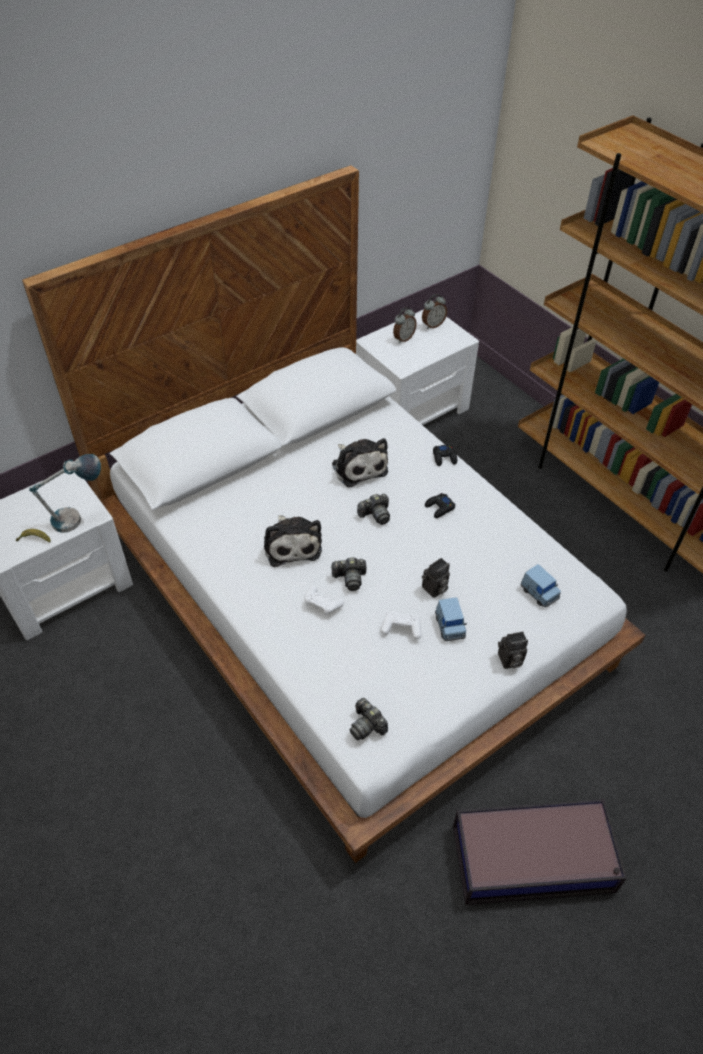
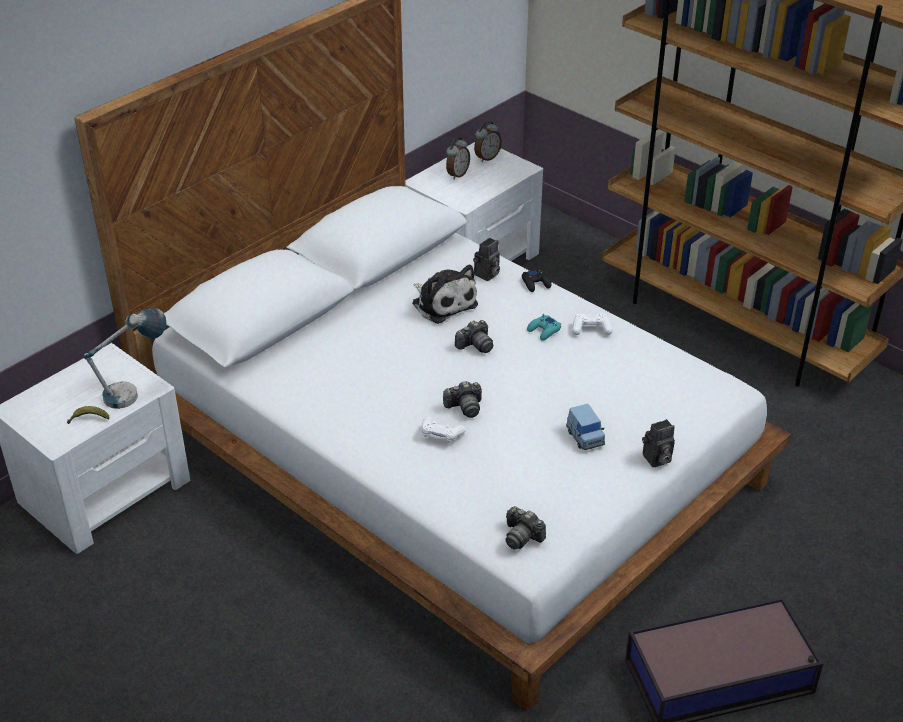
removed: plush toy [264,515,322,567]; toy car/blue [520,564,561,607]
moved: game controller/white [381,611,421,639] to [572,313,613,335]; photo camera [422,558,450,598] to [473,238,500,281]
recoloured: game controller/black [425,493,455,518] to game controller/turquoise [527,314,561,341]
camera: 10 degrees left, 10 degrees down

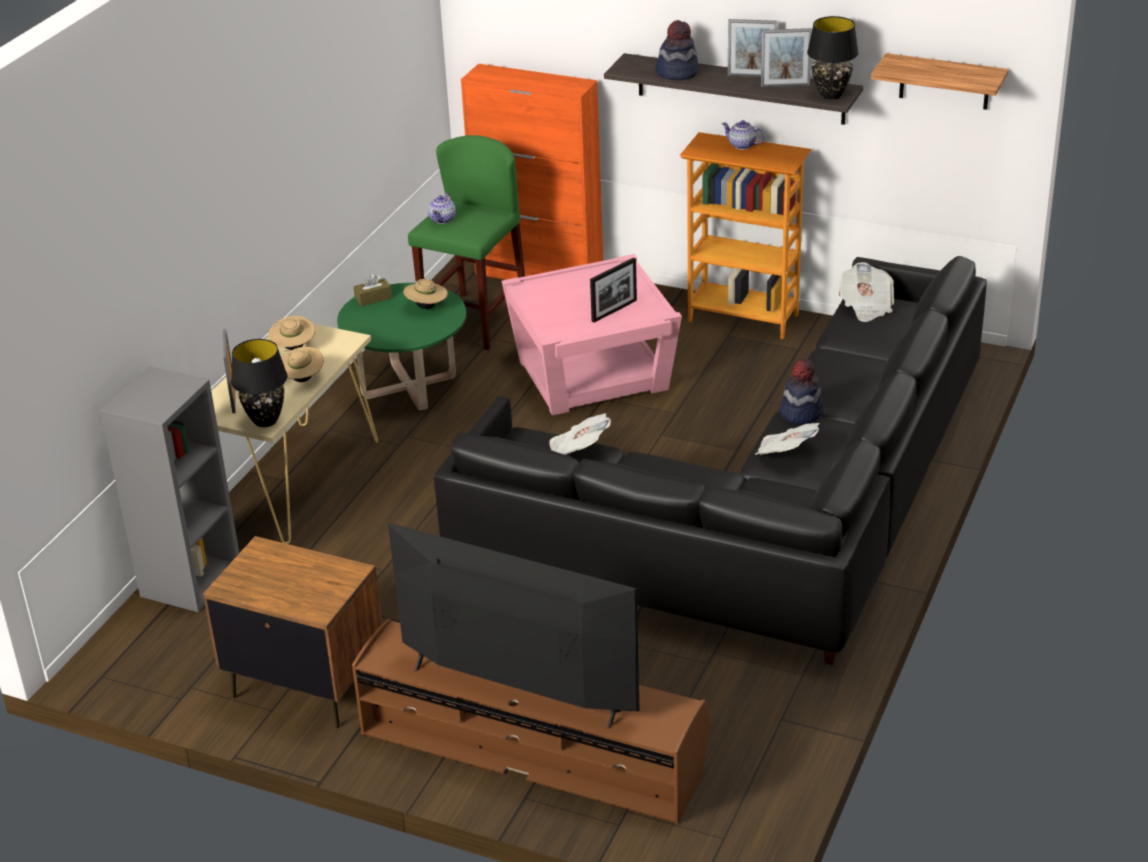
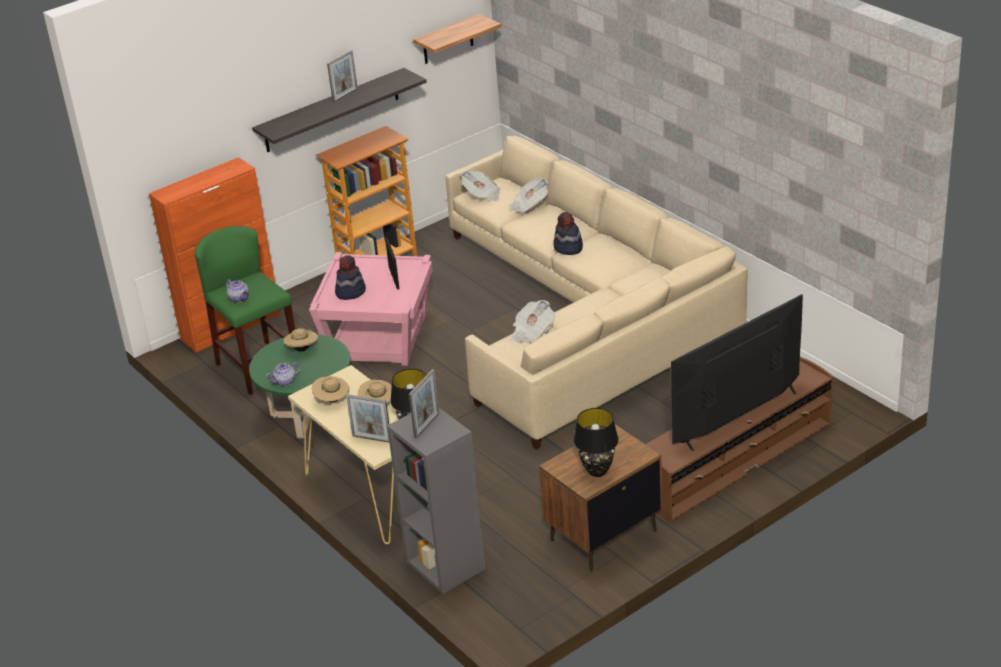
removed: tissue box/brown [354,274,392,306]
moved: hat [655,20,699,80] to [335,255,366,300]; teapot [721,120,764,150] to [266,362,301,386]; newspaper [755,423,820,455] to [508,179,548,214]; picture frame [761,28,812,87] to [409,369,439,439]; table lamp/black [807,16,859,100] to [574,408,619,477]
recoloured: sofa/black [434,256,987,665] to sofa/beige [445,136,748,450]
camera: 60 degrees left, 0 degrees up

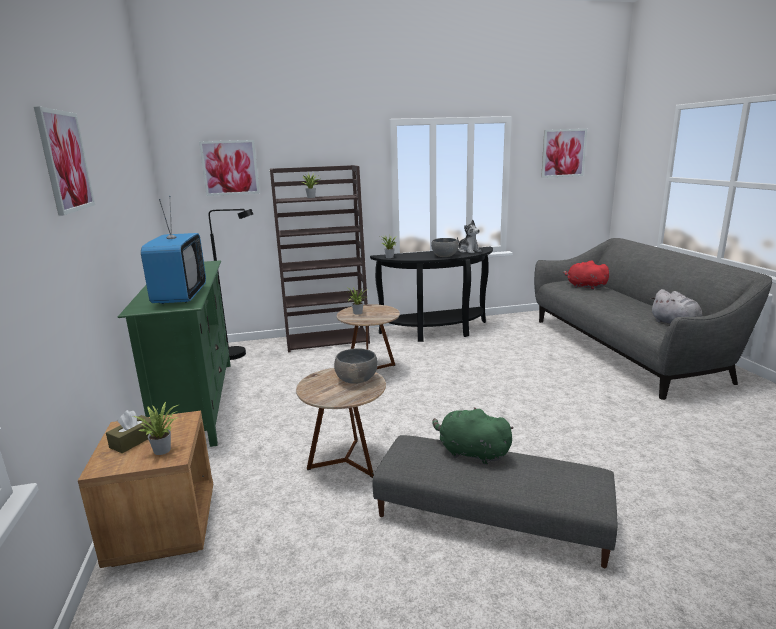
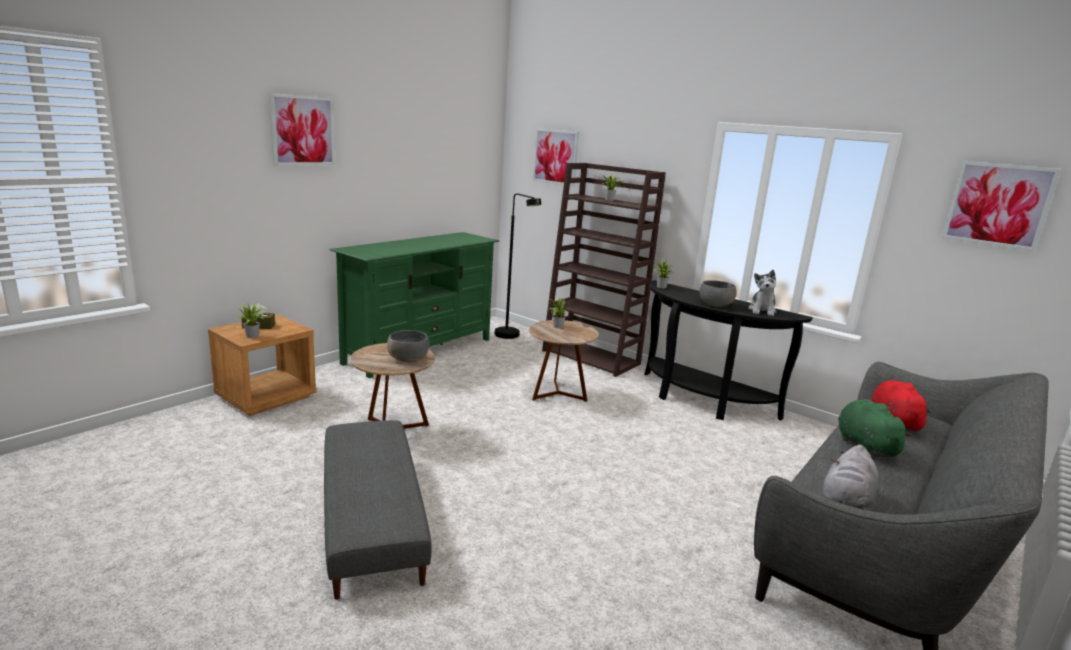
removed: television [141,196,206,304]
moved: plush toy/green [432,407,514,465] to [838,400,913,457]
camera: 50 degrees right, 0 degrees up

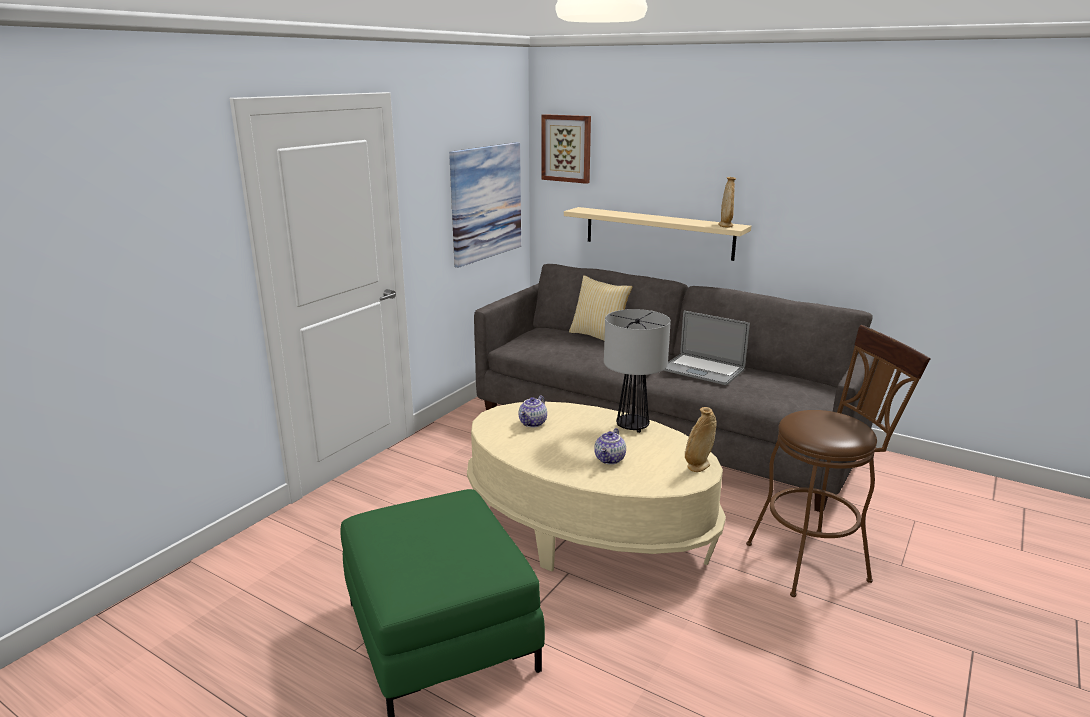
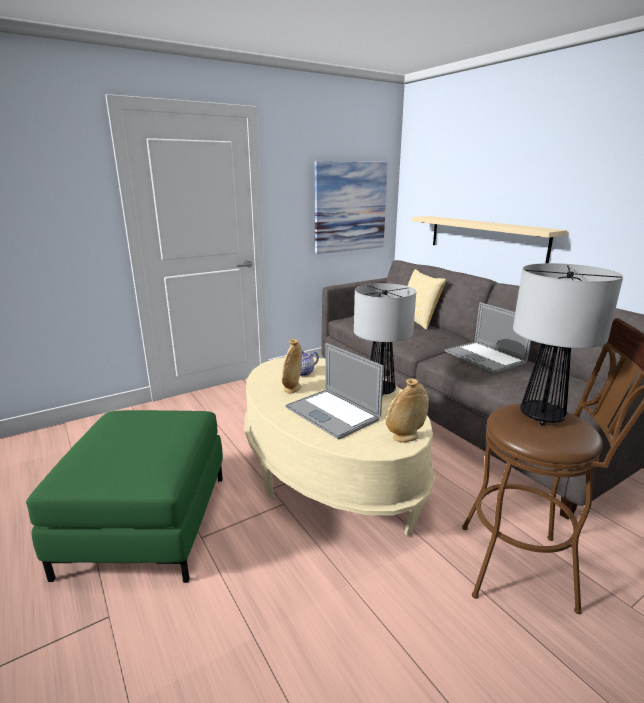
removed: picture [541,114,591,184]
added: table lamp [513,263,623,426]
moved: vase/beige [718,177,736,228] to [282,339,302,393]
replaced: teapot [594,428,626,465] to laptop [285,343,384,440]
camera: 25 degrees right, 0 degrees up

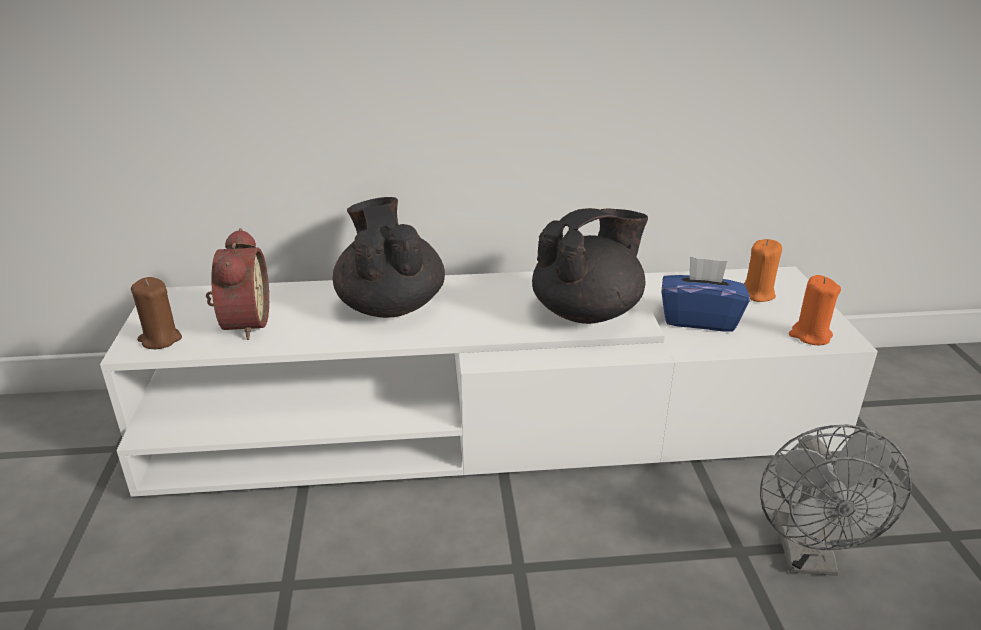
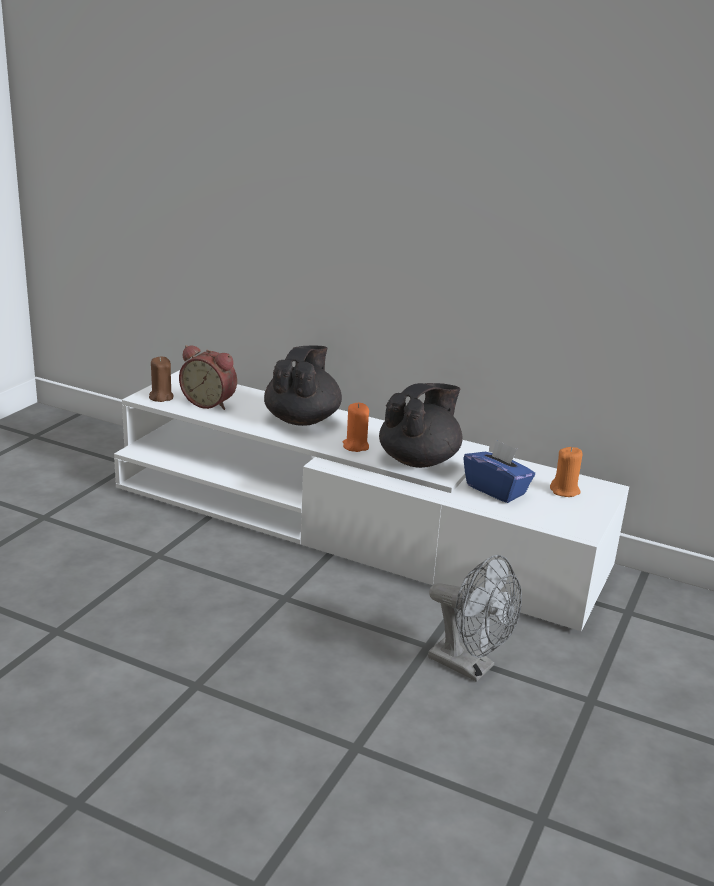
moved: candle/orange [789,275,841,345] to [343,403,369,452]
turned: alarm clock [206,228,269,340] = [179,345,237,410] 90 degrees clockwise; teapot/black [532,208,648,324] = [379,383,462,468] 45 degrees counterclockwise; fan/grey [760,424,912,576] = [428,555,522,682] 90 degrees counterclockwise
camera: 30 degrees right, 5 degrees down

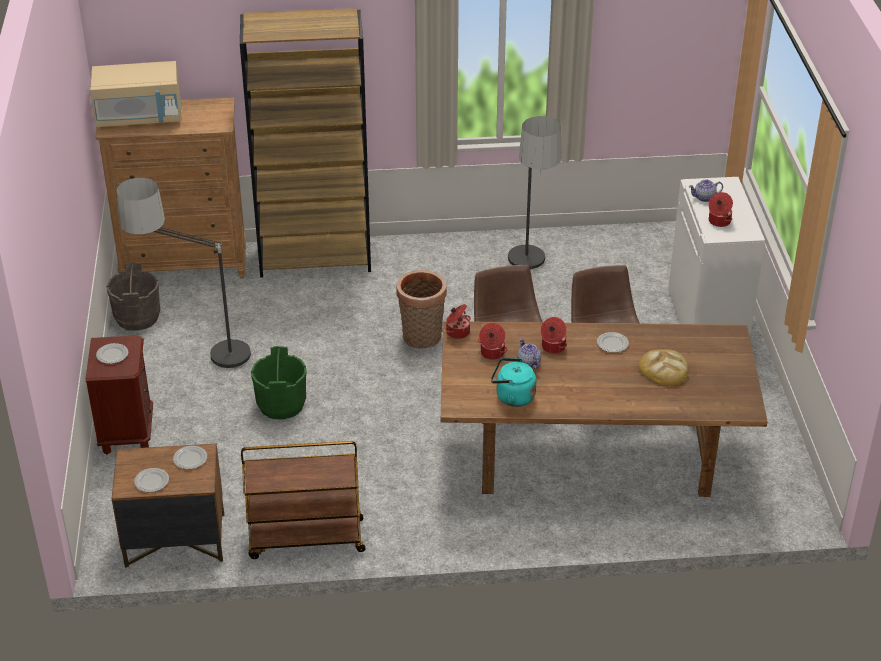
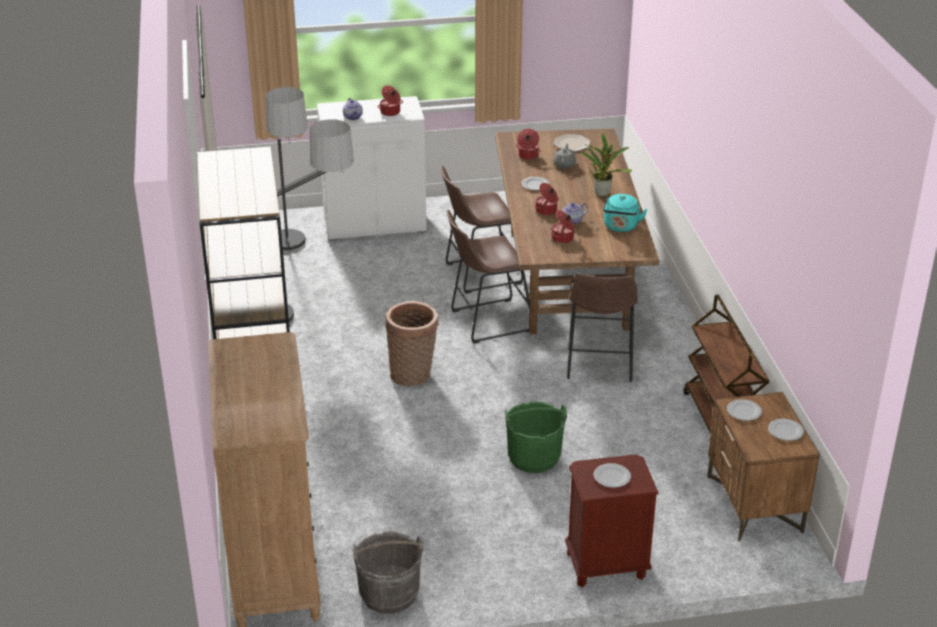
removed: microwave/beige [90,61,181,127]
added: plate [554,134,590,151]; stool/brown [567,273,638,382]; potted plant [581,134,632,197]
moved: floor lamp [116,178,254,375] to [266,87,313,252]; cooking pot [445,304,471,339] to [516,129,541,160]
replaced: bread [639,349,688,386] to teapot/grey [553,143,576,168]
camera: 95 degrees left, 5 degrees down

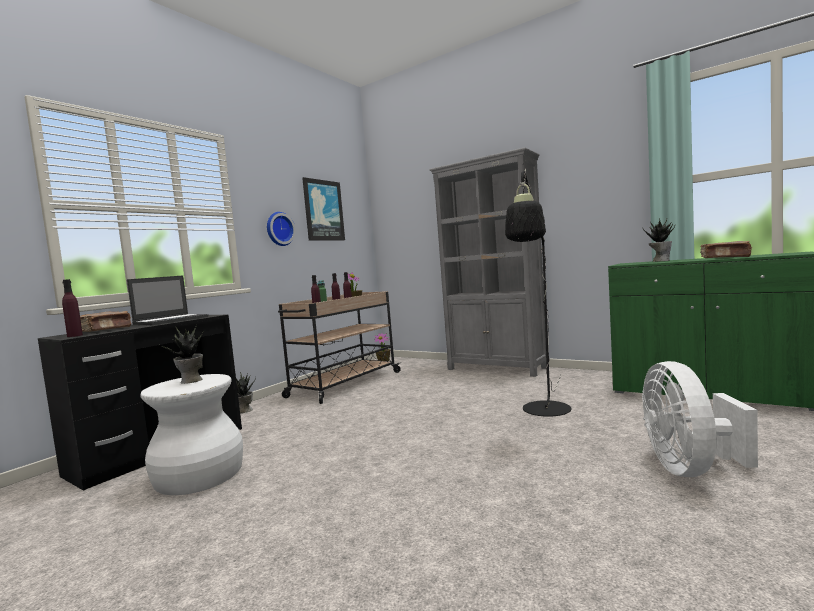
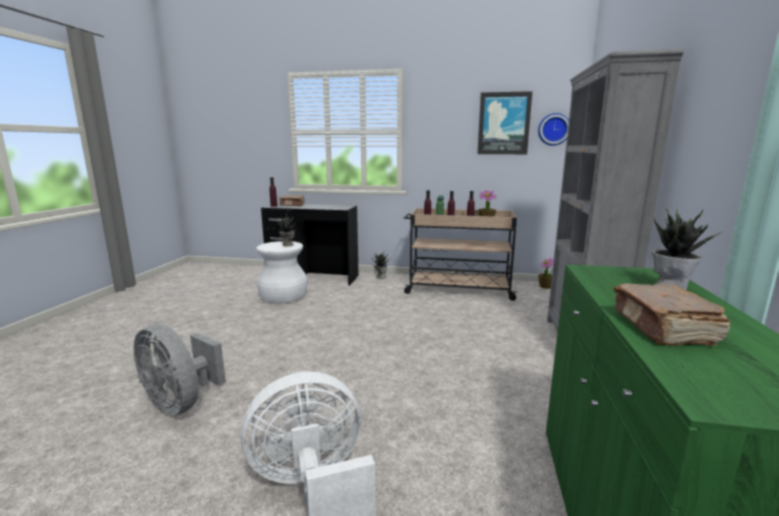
removed: laptop [127,276,208,325]; floor lamp/black [505,169,571,417]
added: fan/grey [134,325,226,416]
moved: wall clock [267,212,295,246] to [538,113,569,146]
camera: 65 degrees right, 10 degrees up

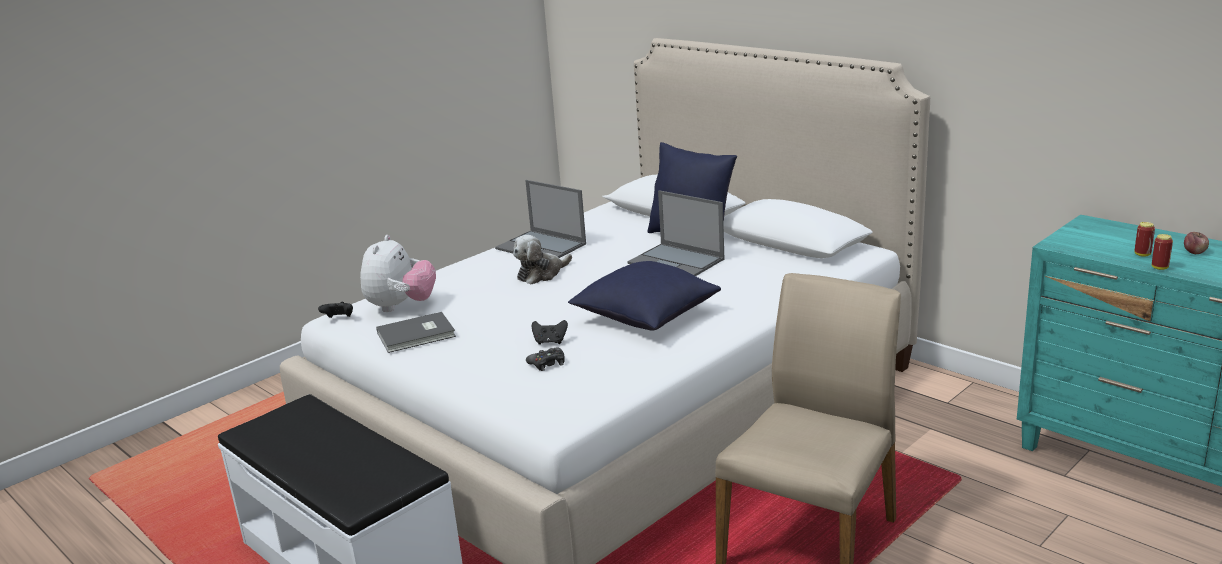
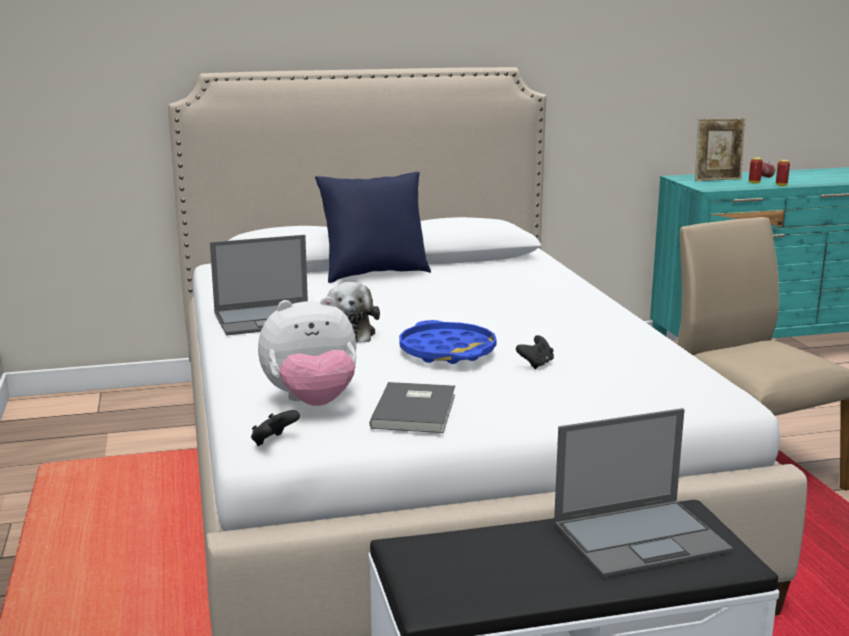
removed: game controller/black [526,348,565,371]; pillow/blue [568,261,721,331]
added: tray/blue [399,320,497,364]; picture frame [695,118,745,181]
moved: laptop [627,190,725,276] to [554,408,733,578]
turned: plush toy [360,235,436,312] = [258,296,357,406] 120 degrees clockwise
camera: 60 degrees left, 5 degrees down

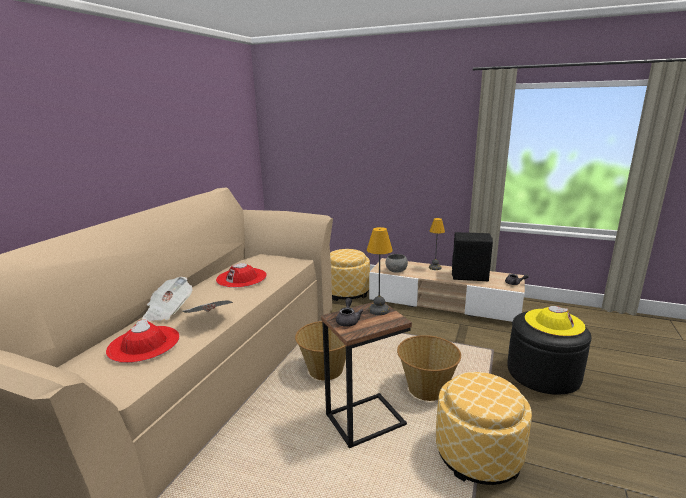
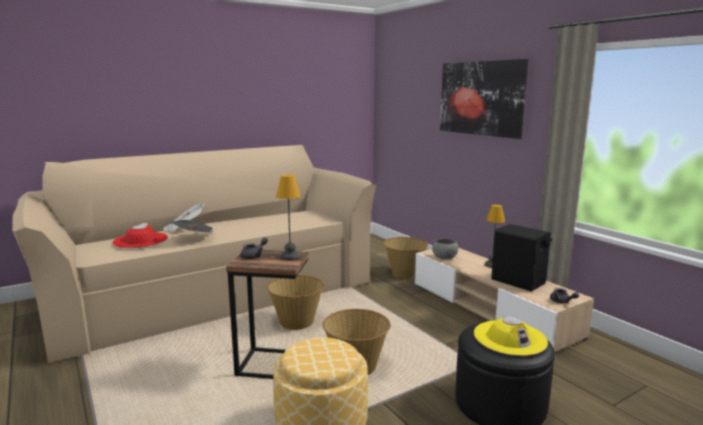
removed: hat/red [216,263,267,288]
added: picture [440,59,528,139]
replaced: ottoman [330,249,370,301] to basket [383,237,428,278]
camera: 35 degrees right, 5 degrees down

